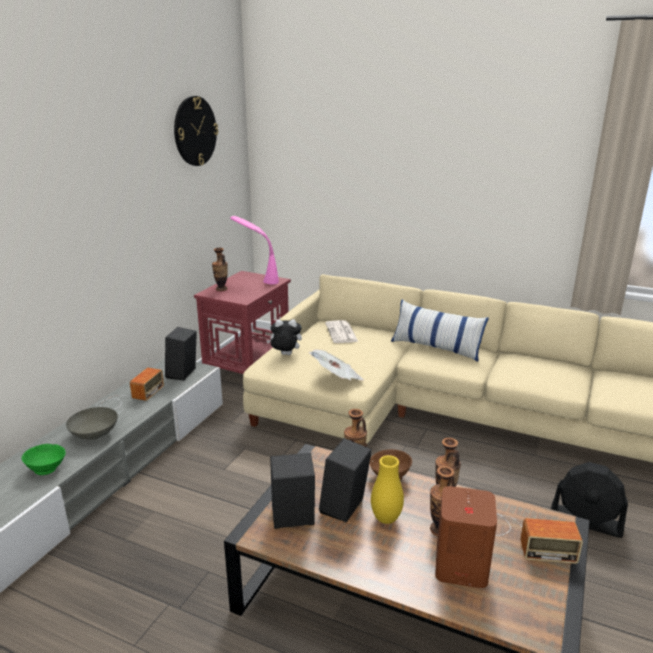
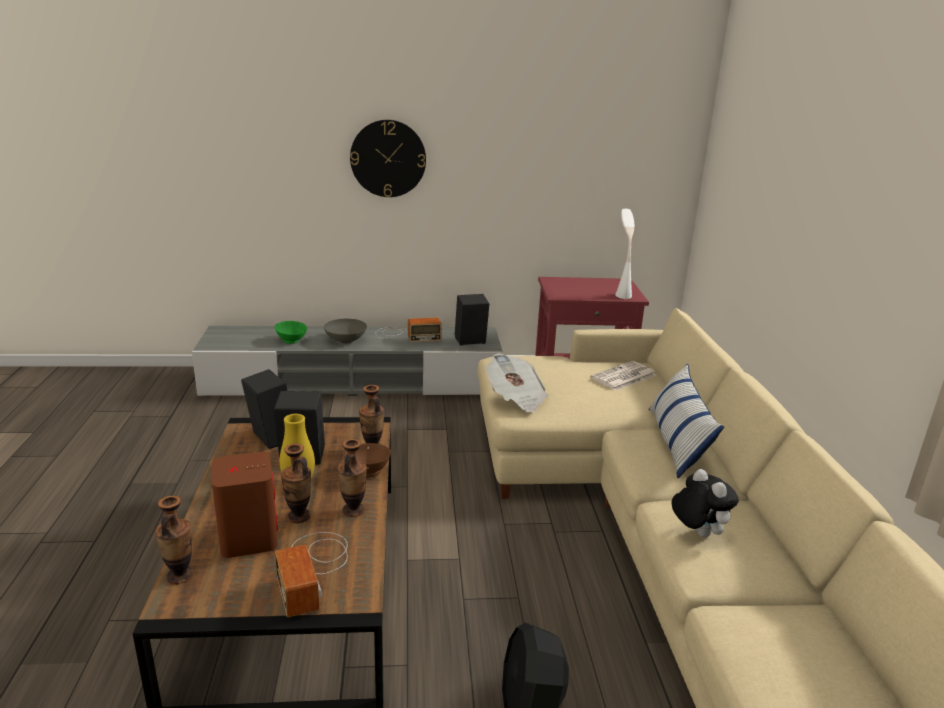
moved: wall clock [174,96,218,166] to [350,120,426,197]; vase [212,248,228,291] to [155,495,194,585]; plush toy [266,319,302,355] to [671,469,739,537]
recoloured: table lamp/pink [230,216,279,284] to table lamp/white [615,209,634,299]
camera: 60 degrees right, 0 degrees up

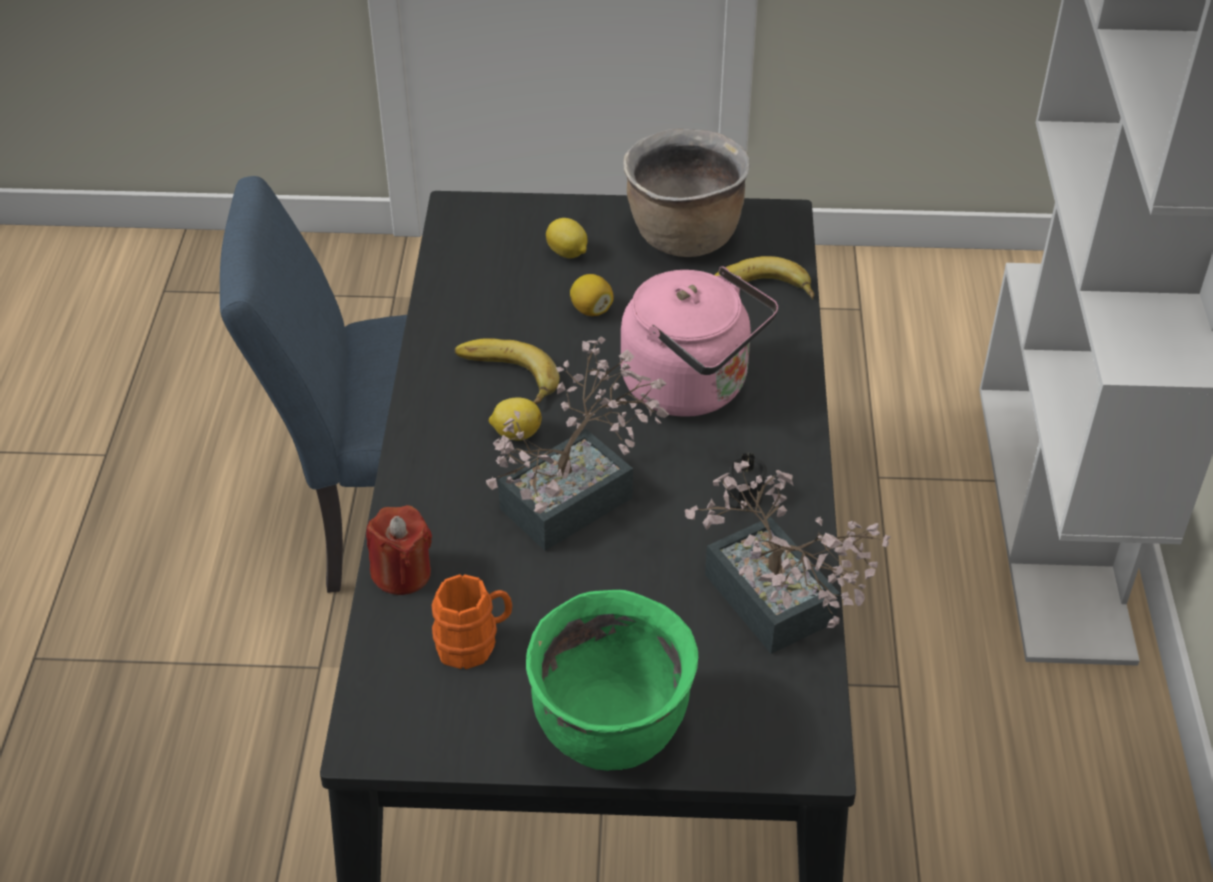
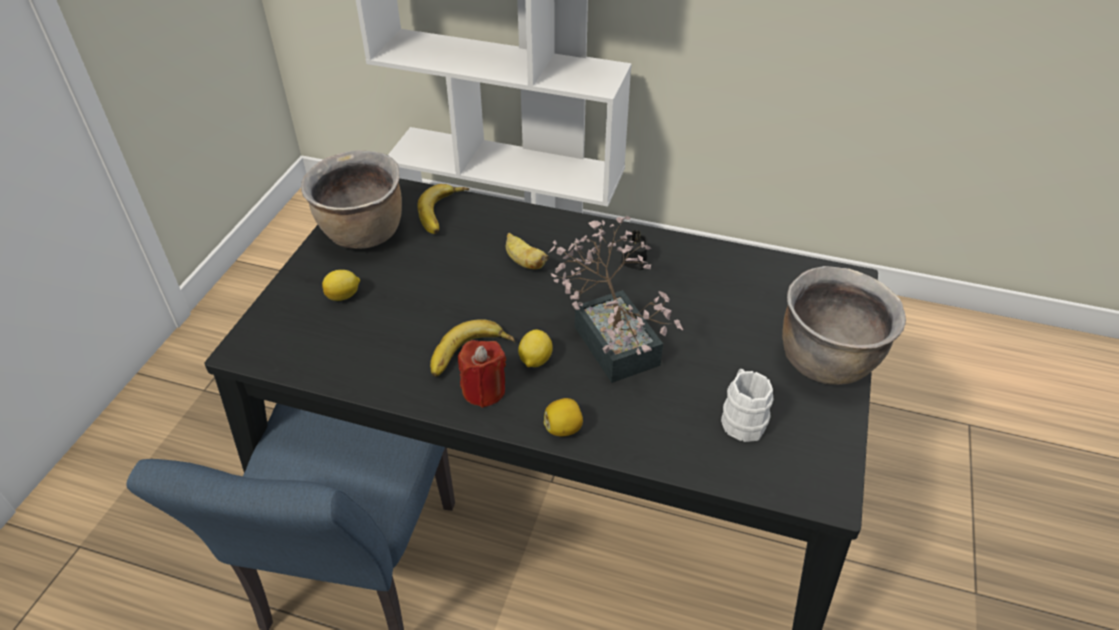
removed: potted plant [685,461,891,654]
moved: candle/red [366,505,432,595] to [458,340,506,408]; lemon [570,274,614,316] to [544,398,583,436]
replaced: kettle/pink [621,266,778,417] to banana [506,233,549,269]
recoloured: mug/orange [432,574,512,669] to mug/white [721,369,774,442]; cooking pot/green [526,590,698,771] to cooking pot/brown [782,266,906,385]
camera: 75 degrees left, 0 degrees up

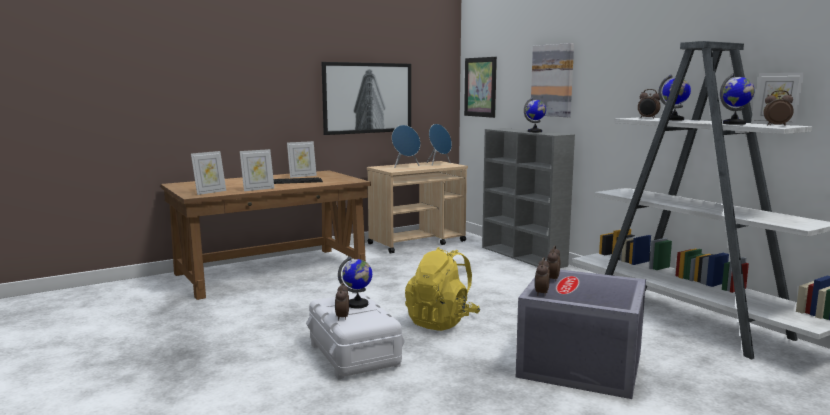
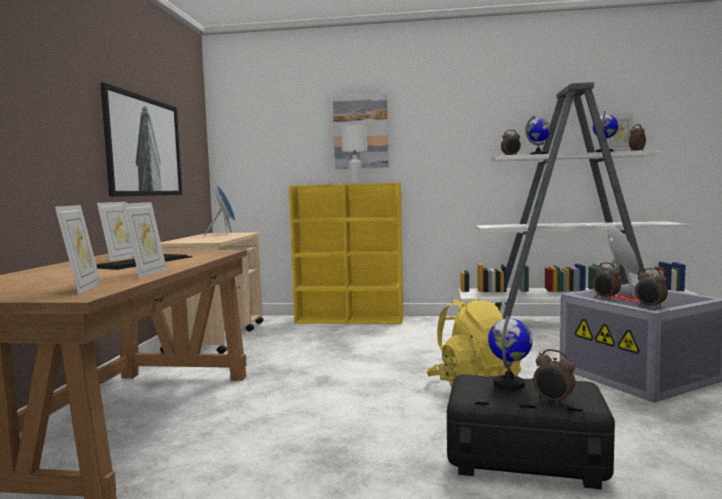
removed: picture [464,57,497,118]
moved: speaker/blue [392,125,420,168] to [590,225,639,297]
replaced: globe [524,97,546,132] to table lamp/white [341,126,367,184]
recoloured: storage box/white [306,293,405,380] to storage box/black [447,374,615,489]; bookcase/grey [482,128,575,268] to bookcase/yellow [289,183,403,324]
camera: 50 degrees left, 5 degrees down

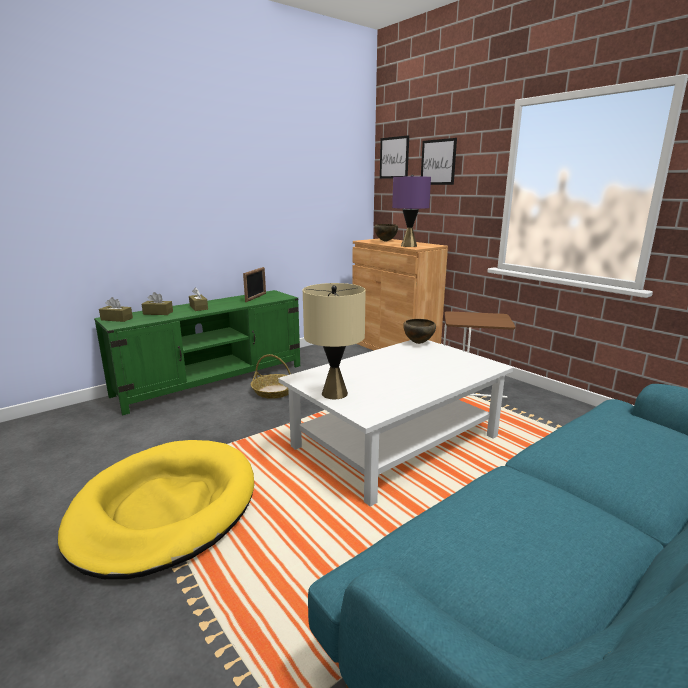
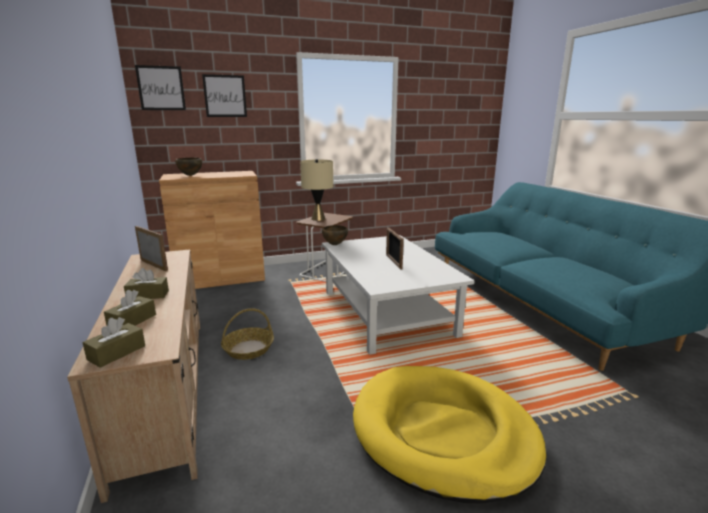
removed: table lamp/purple [392,174,431,247]
added: picture frame [386,228,404,269]
moved: table lamp/beige [303,283,366,399] to [300,159,333,221]
recoloured: tv stand/green [94,290,300,415] to tv stand/beige [67,250,200,503]
camera: 70 degrees left, 0 degrees up

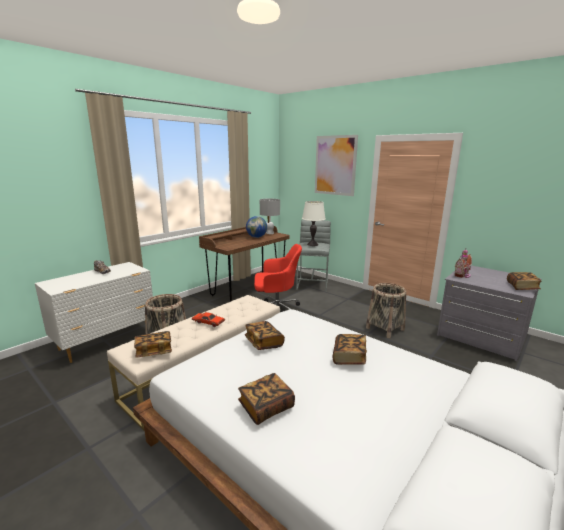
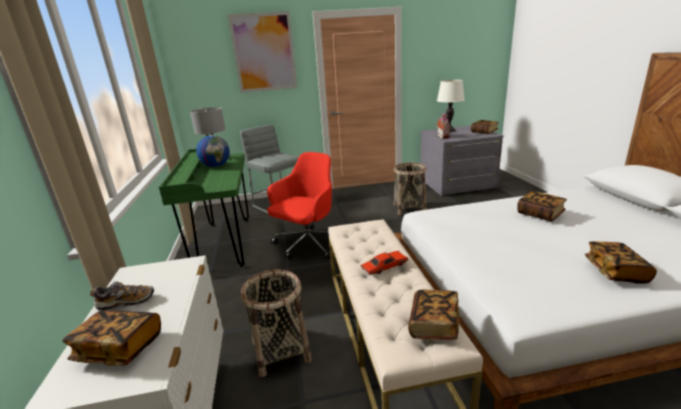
moved: book [245,321,285,350] to [62,310,161,366]; table lamp/white [302,201,326,246] to [437,80,465,132]
recoloured: desk/brown [199,226,290,302] to desk/green [159,149,249,267]
camera: 50 degrees left, 5 degrees up

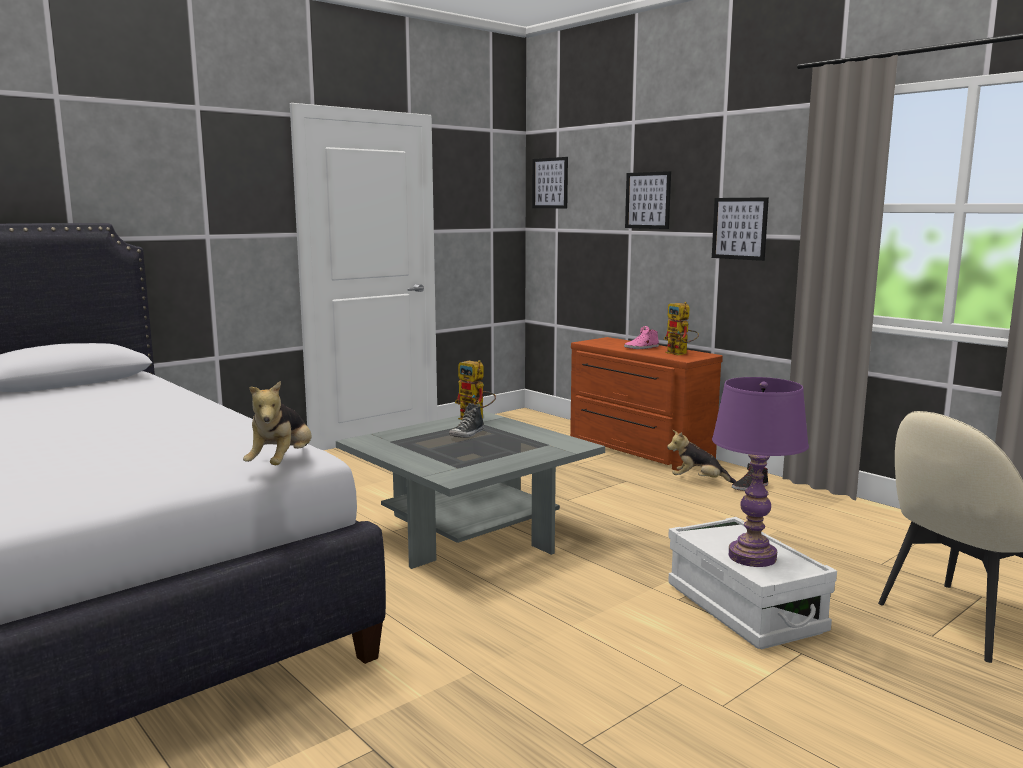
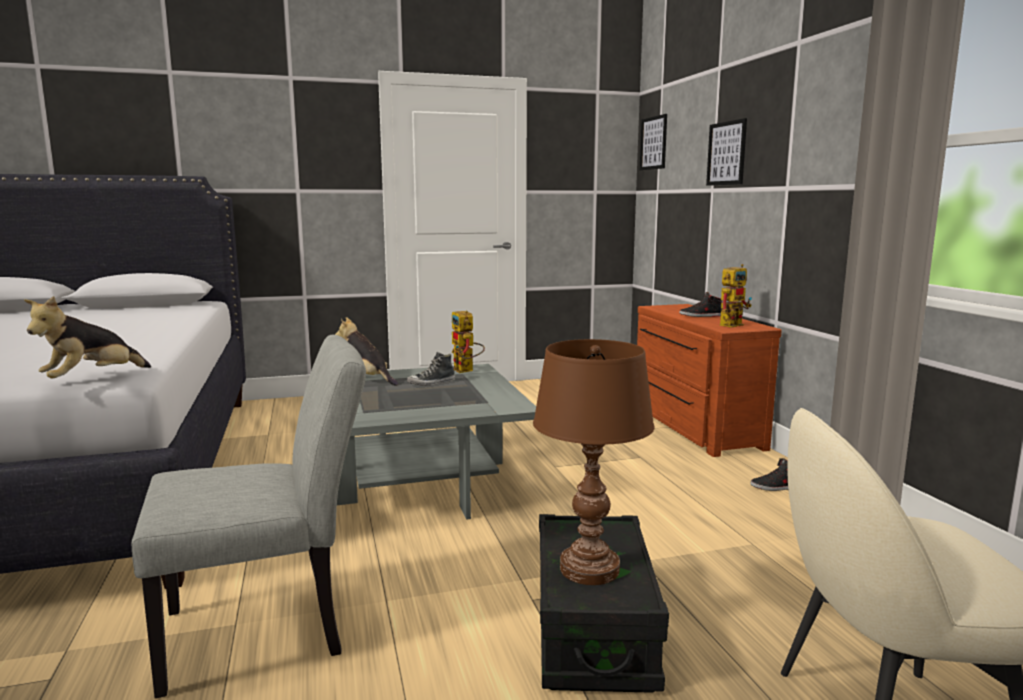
removed: picture [712,197,769,261]
added: chair/grey [132,335,366,699]
moved: plush toy [667,430,736,483] to [335,317,398,386]
recoloured: shoe/pink [624,326,659,349] to shoe/black [679,292,722,317]; storage box/white [668,517,837,649] to storage box/black [539,514,669,693]; table lamp/purple [712,377,809,567] to table lamp/brown [533,339,655,585]
turned: toy robot [664,302,699,356] = [720,264,752,327] 120 degrees counterclockwise
camera: 25 degrees right, 0 degrees up

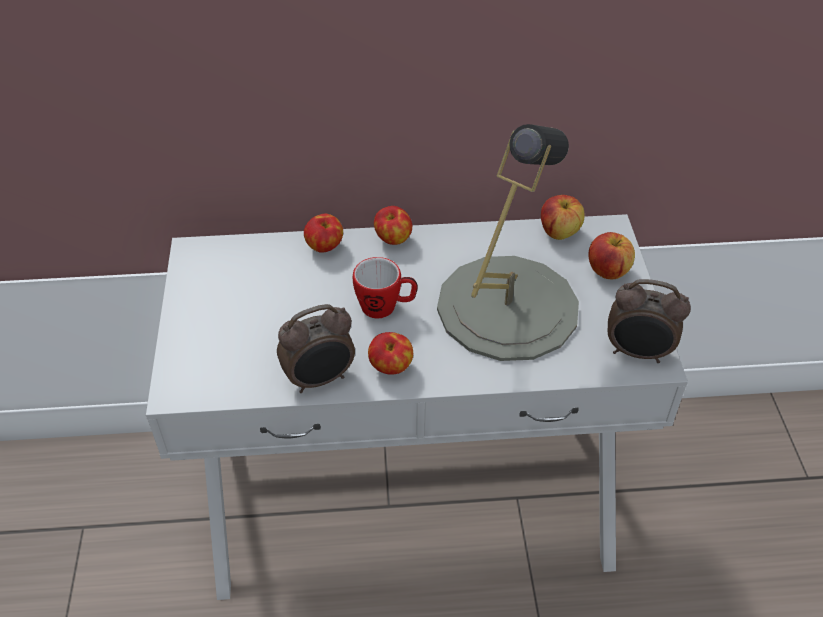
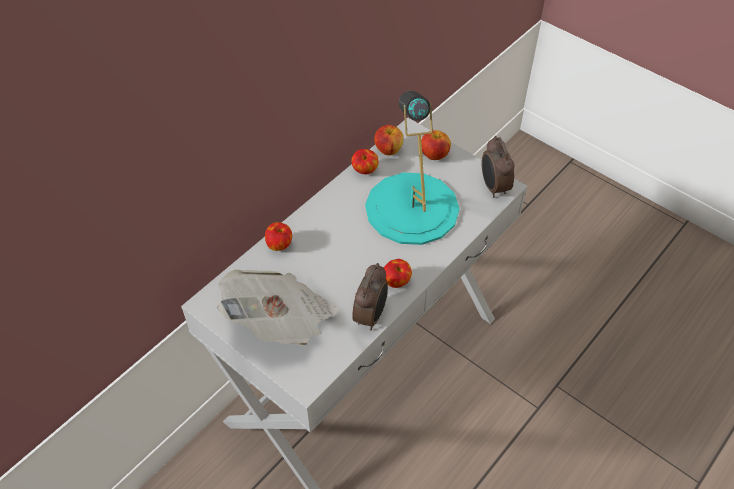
removed: mug [353,257,418,318]
added: newspaper [217,270,338,346]
moved: apple [374,206,412,245] to [352,149,379,174]
recoloured: table lamp/grey [437,124,579,361] to table lamp/turquoise [365,91,460,245]
turned: alarm clock [608,279,691,363] = [482,136,515,198] 105 degrees clockwise
camera: 45 degrees left, 5 degrees up

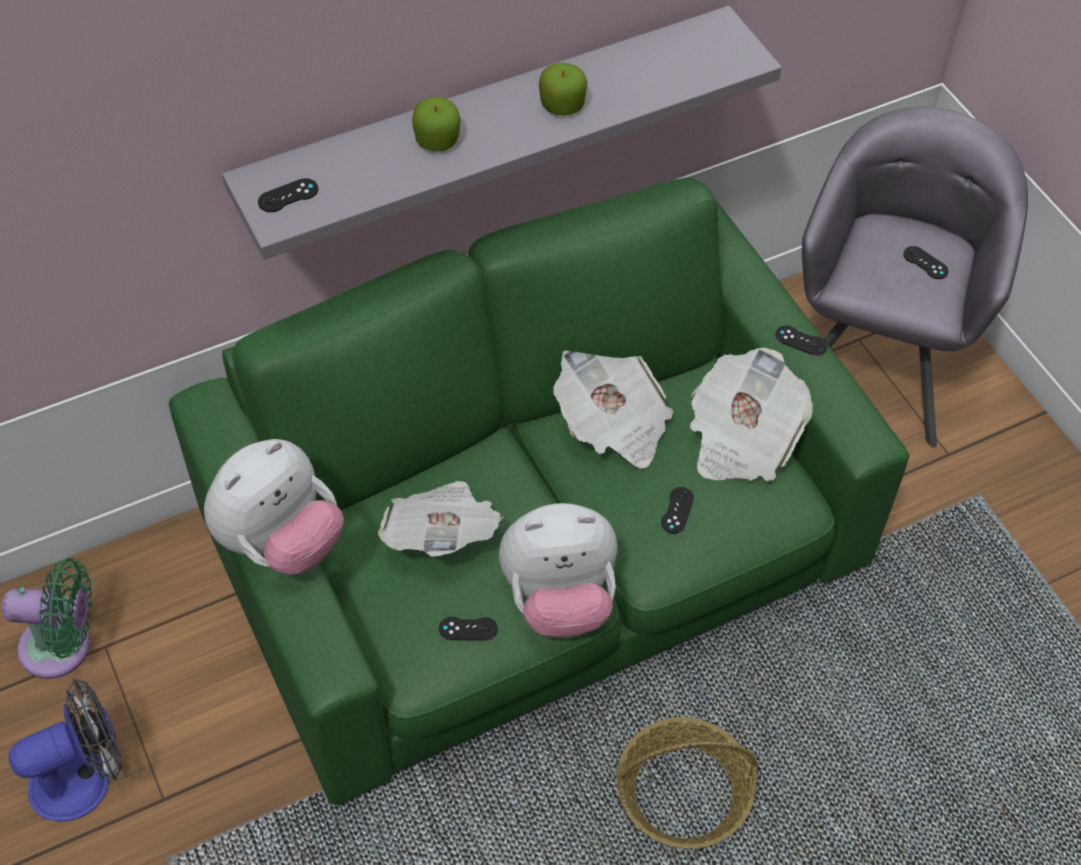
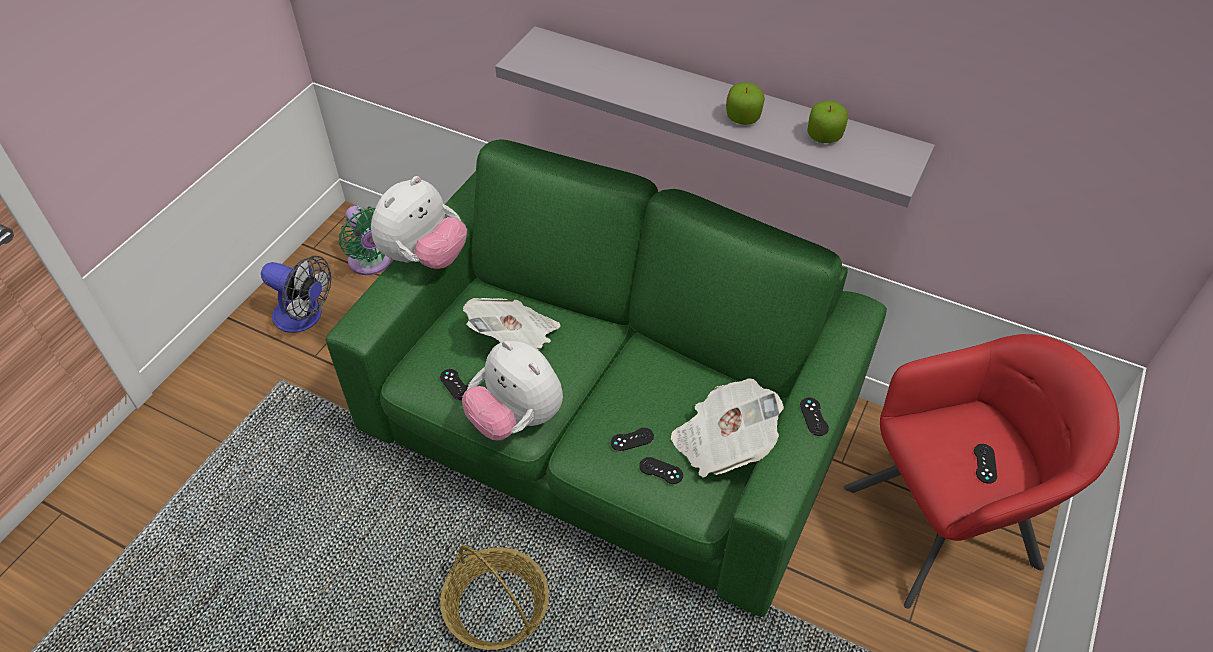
removed: newspaper [553,350,673,469]
moved: game controller/black [258,178,318,212] to [639,457,683,484]; apple [412,97,461,152] to [807,101,848,143]
recoloured: armchair/grey [802,107,1028,448] to armchair/red [844,334,1120,609]
turned: plush toy [204,439,344,575] = [371,176,467,269] 60 degrees counterclockwise
camera: 55 degrees right, 5 degrees down

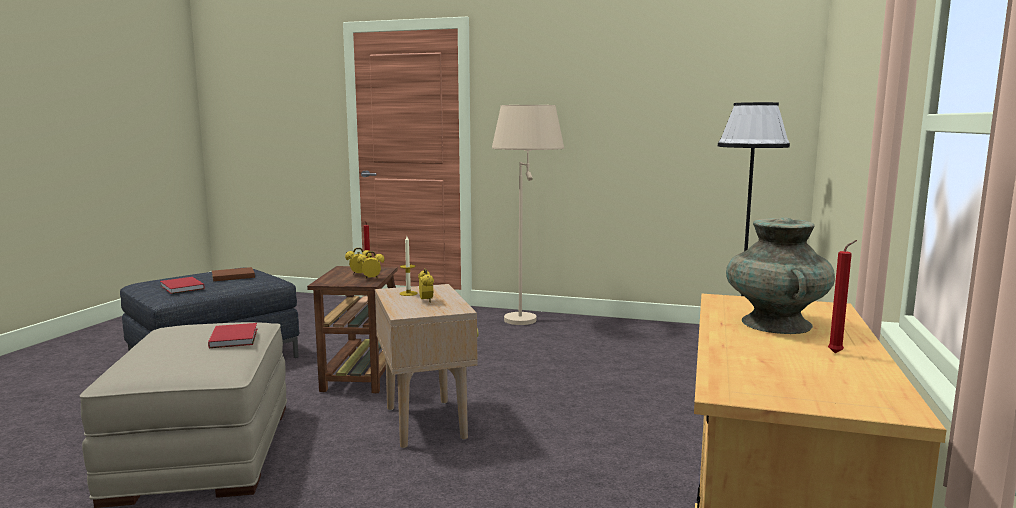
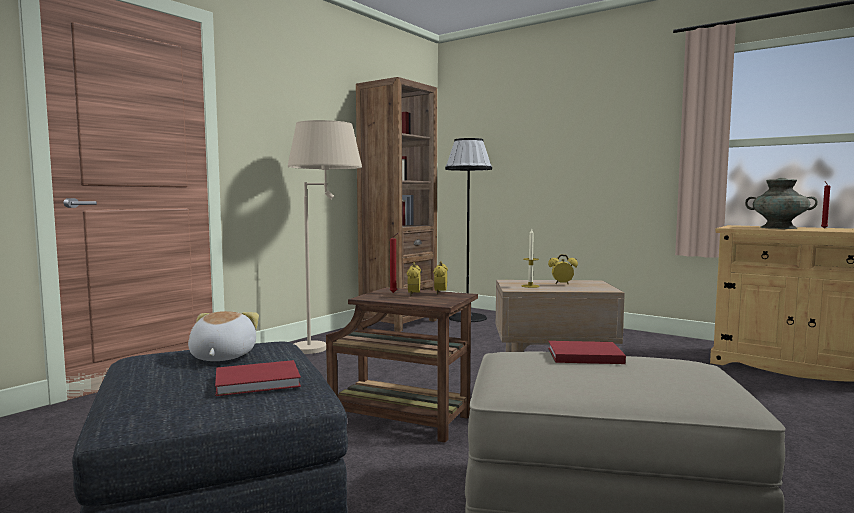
added: bookcase/brown [356,77,437,332]
replaced: book/brown [212,267,255,281] to plush toy [188,311,259,361]
camera: 70 degrees left, 5 degrees down

